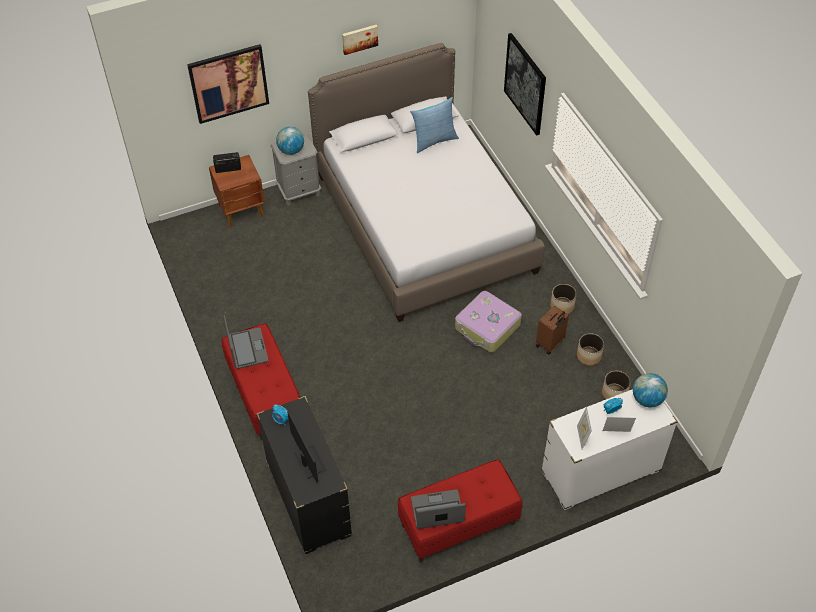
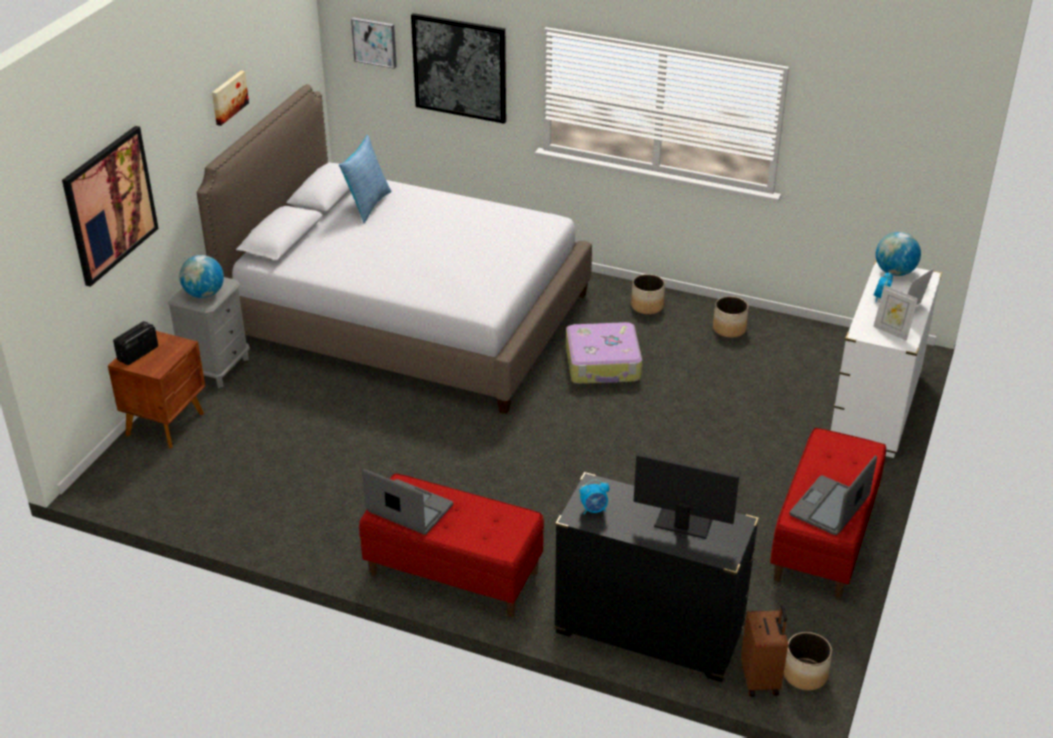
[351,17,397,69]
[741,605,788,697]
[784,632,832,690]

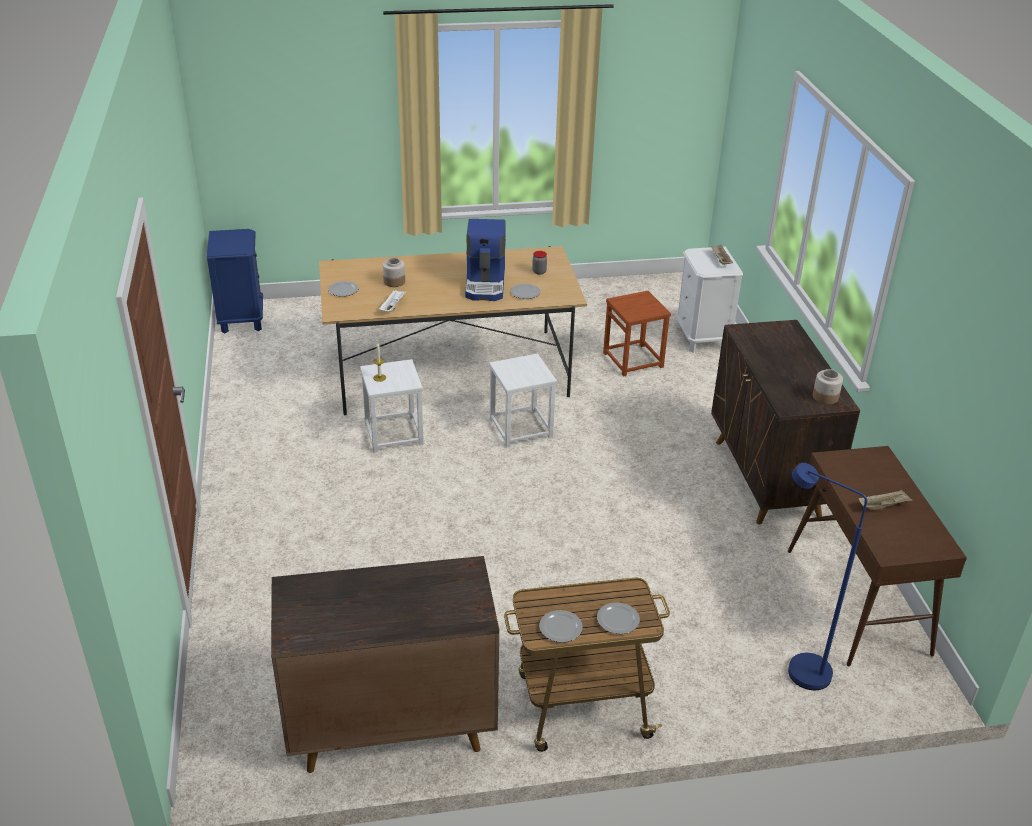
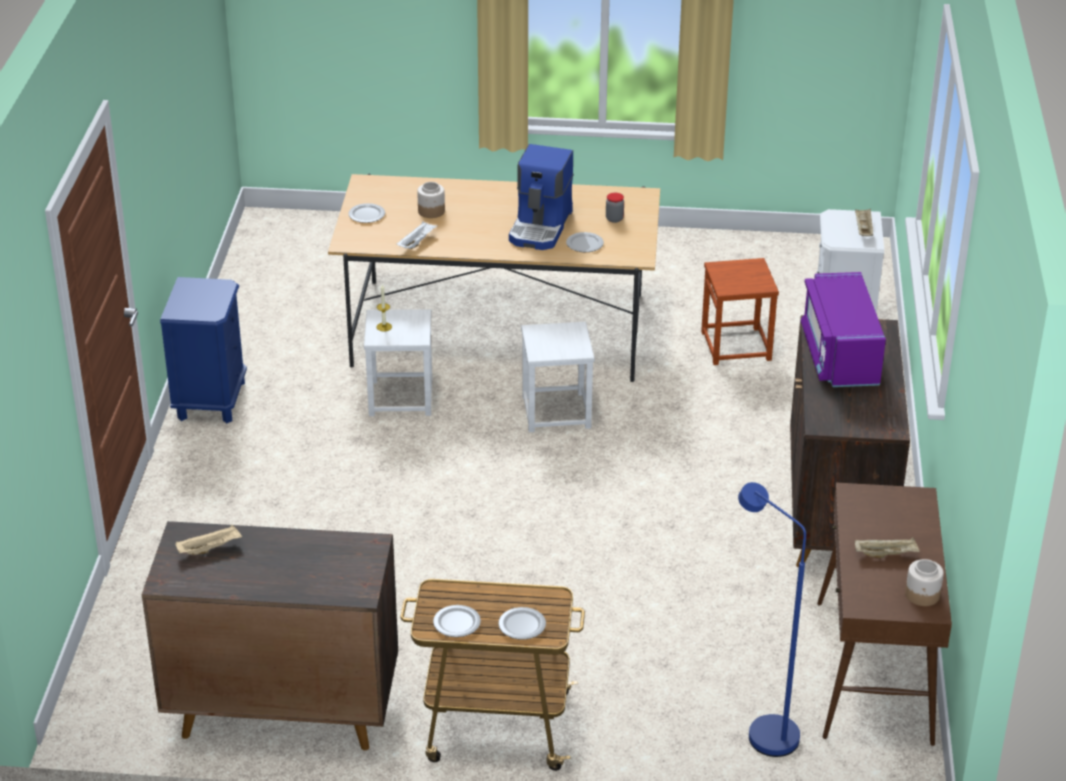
[160,277,247,424]
[176,525,242,555]
[801,272,886,387]
[905,559,944,606]

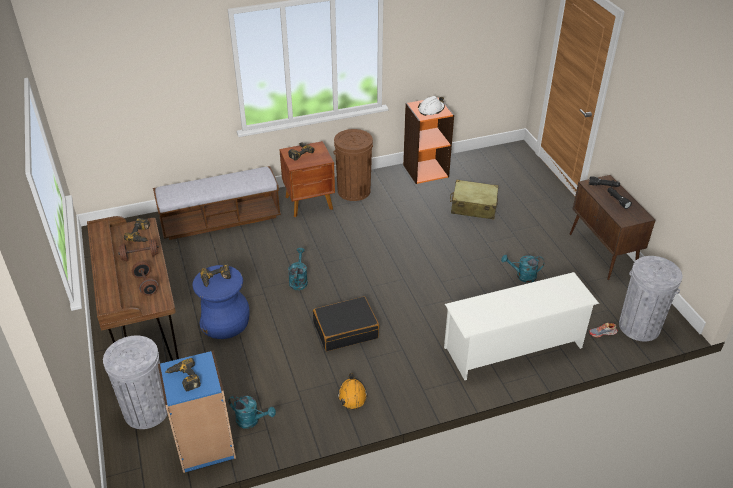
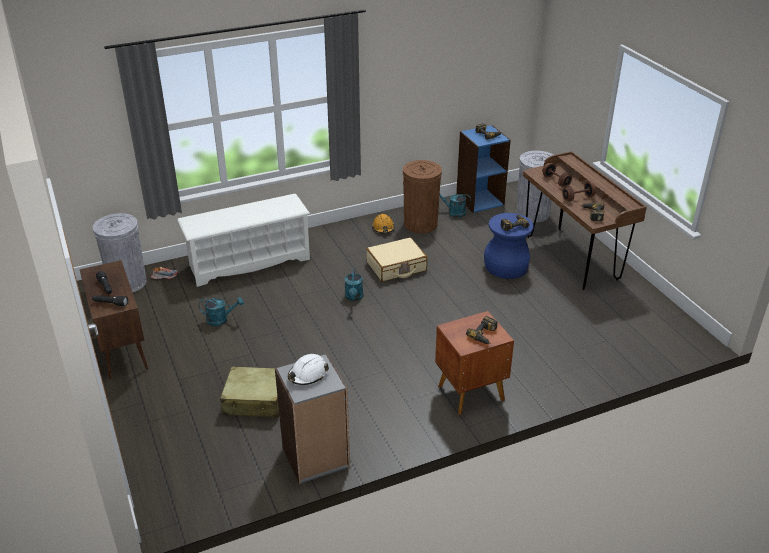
[275,354,350,484]
[345,268,363,301]
[366,237,427,281]
[403,160,442,233]
[153,166,281,240] (first image)

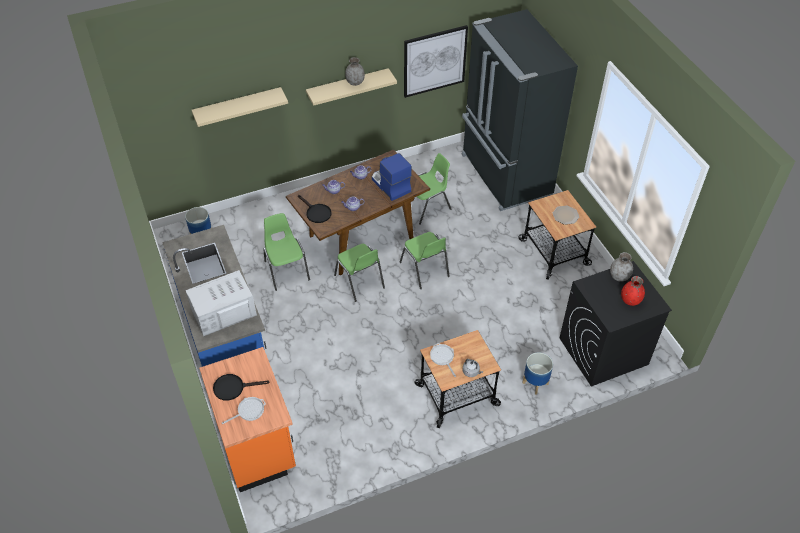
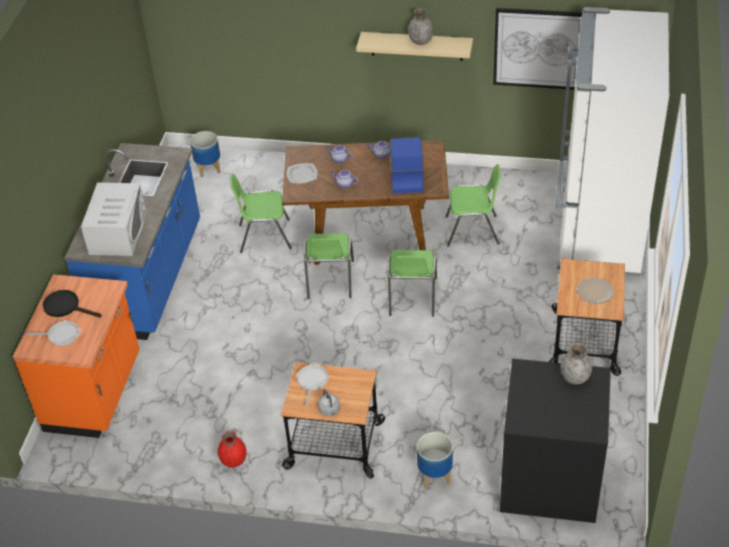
[81,182,147,256]
[218,431,247,467]
[231,173,292,253]
[287,163,318,184]
[556,7,669,276]
[192,87,288,127] (first image)

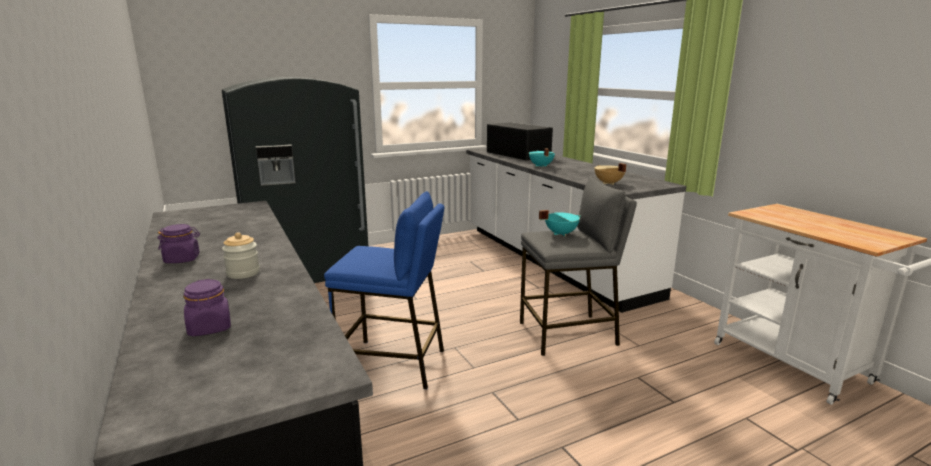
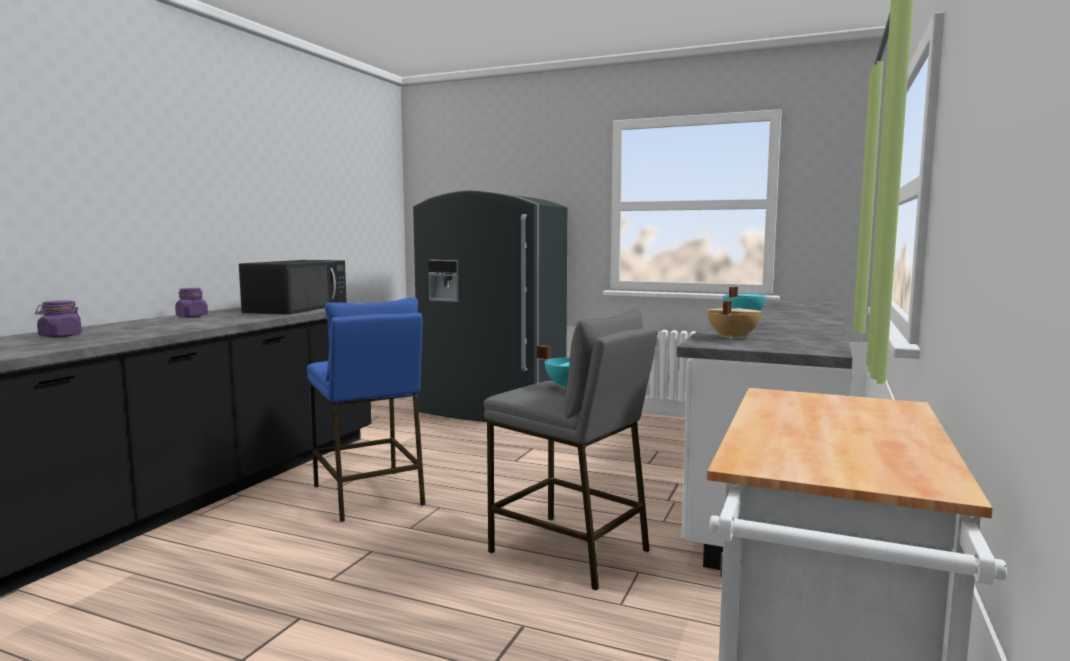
[239,260,347,314]
[222,232,260,279] (first image)

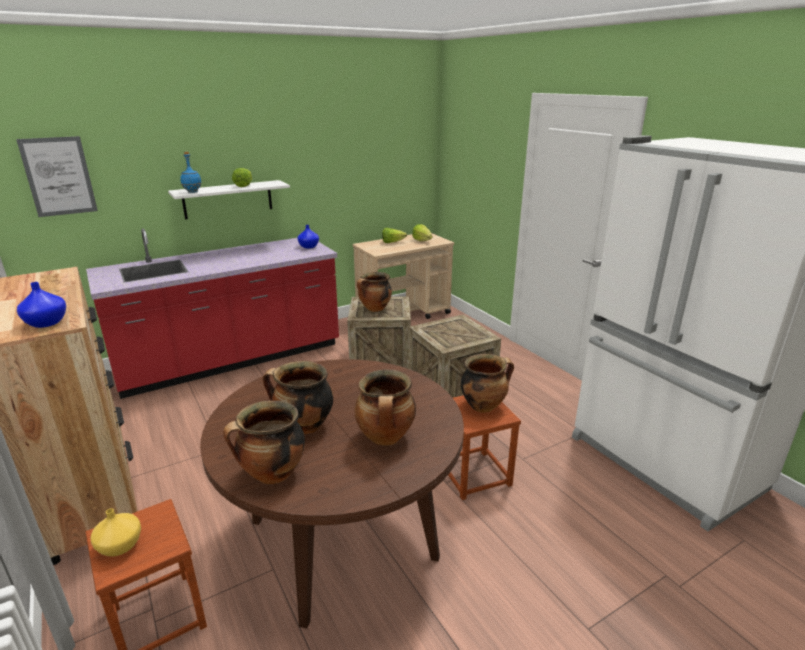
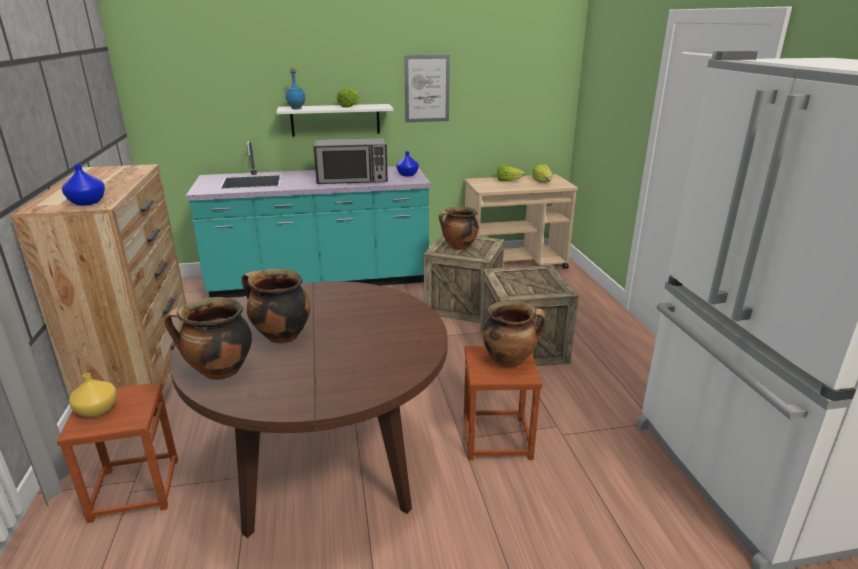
[186,141,431,298]
[313,138,388,184]
[404,55,450,122]
[355,369,416,446] (first image)

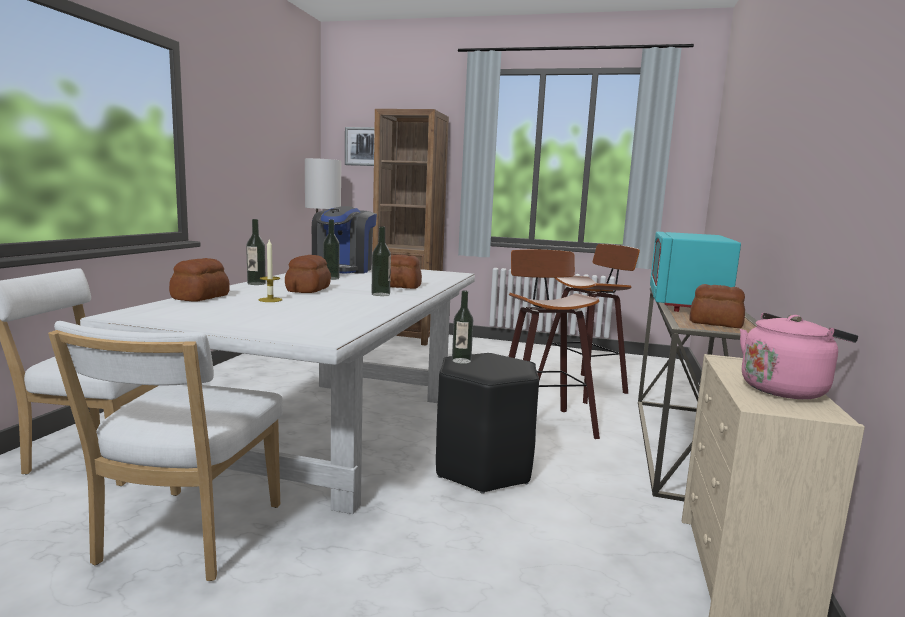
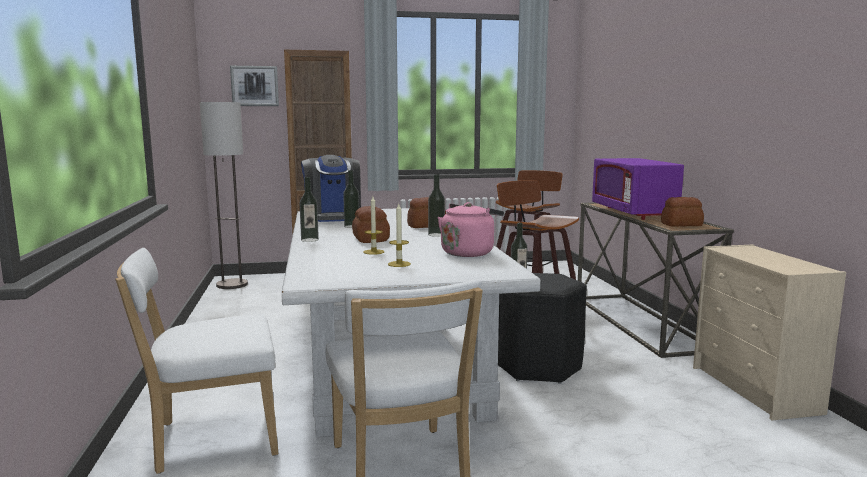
[388,204,411,267]
[438,202,504,257]
[592,158,684,220]
[169,258,230,301] (first image)

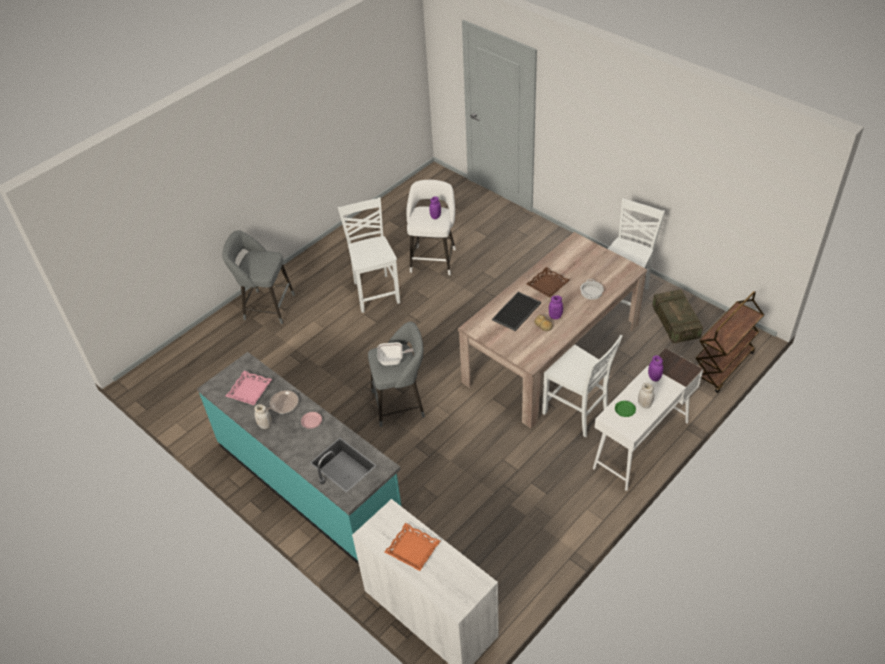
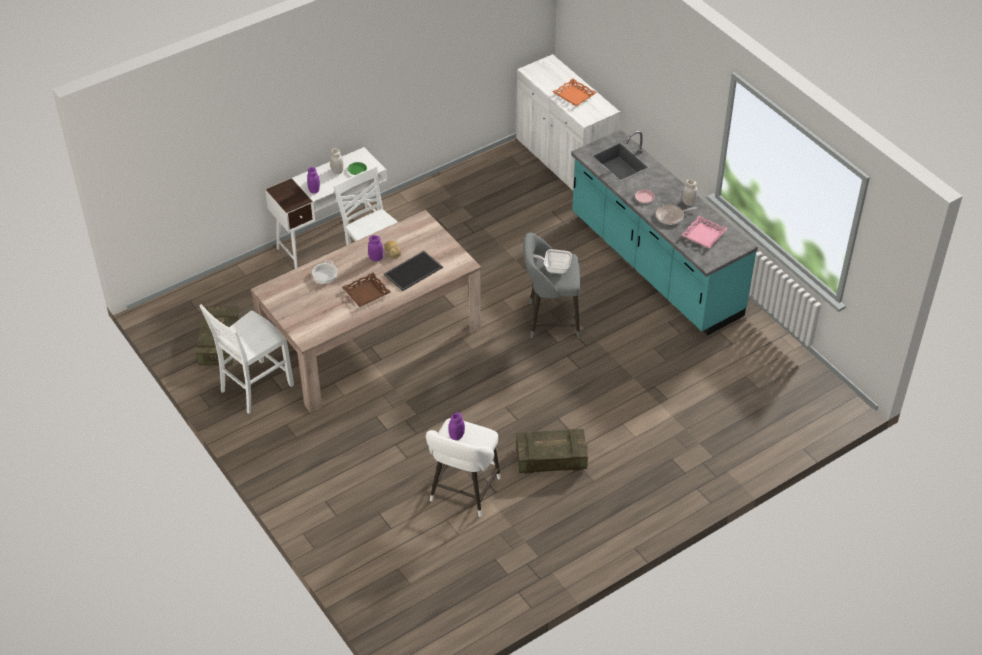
[516,429,588,474]
[222,230,295,324] (first image)
[696,291,764,393] (first image)

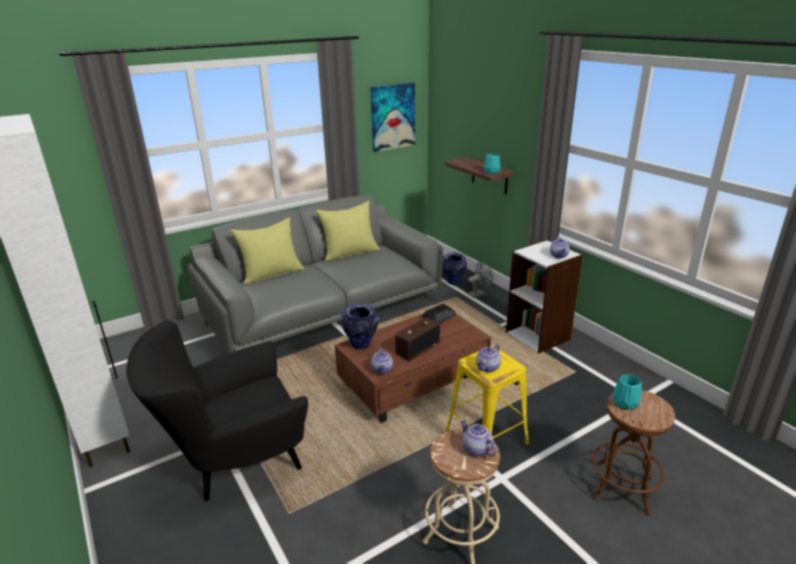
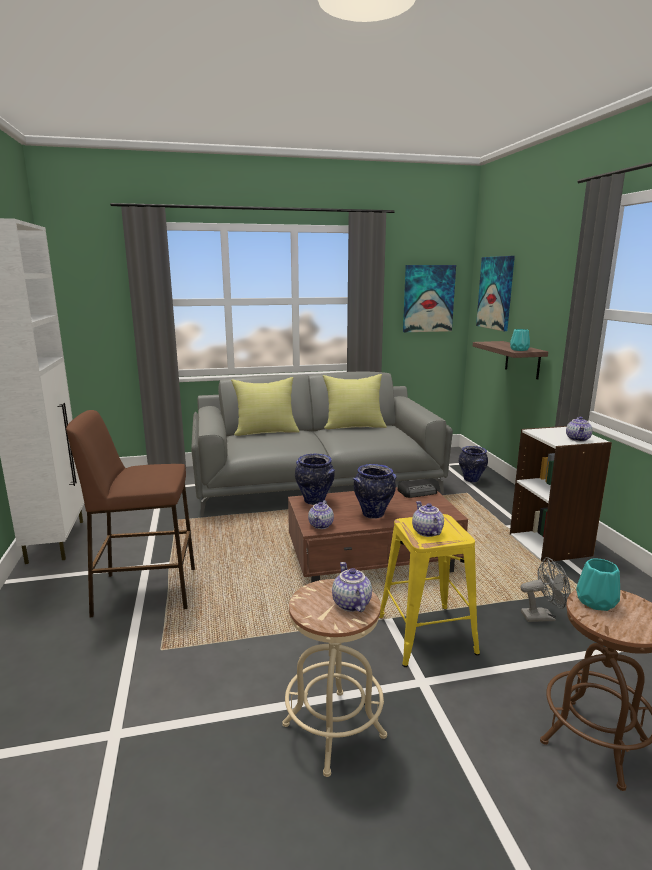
[66,410,195,617]
[353,464,397,519]
[412,501,444,537]
[476,256,515,331]
[520,557,571,622]

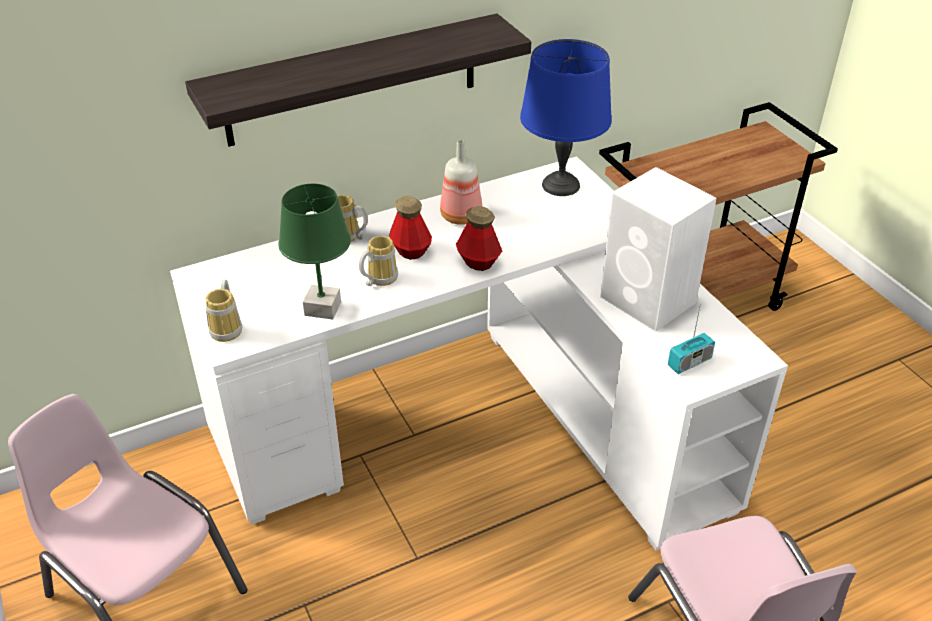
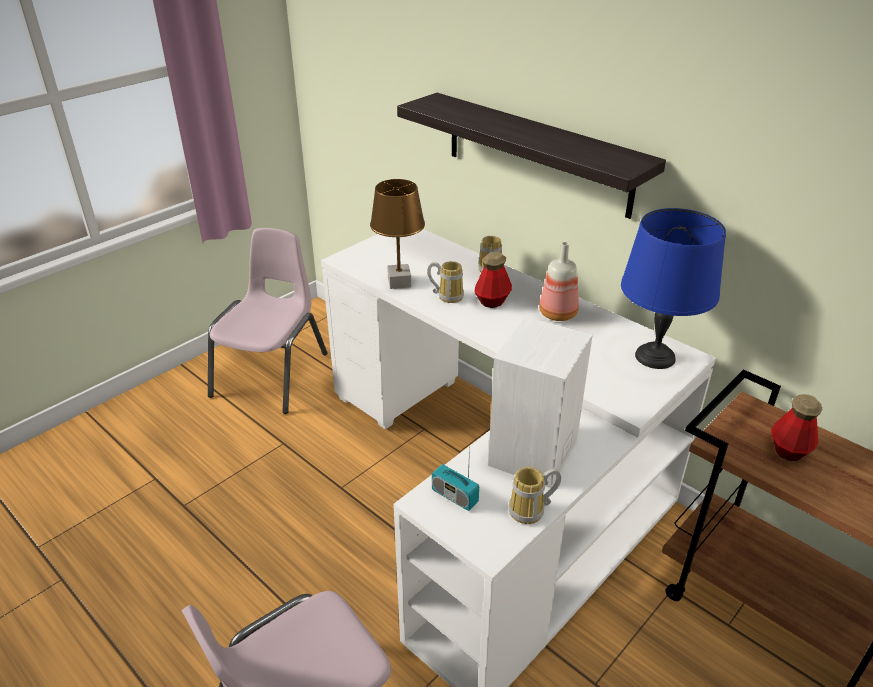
[370,179,425,289]
[508,467,561,524]
[771,394,823,461]

